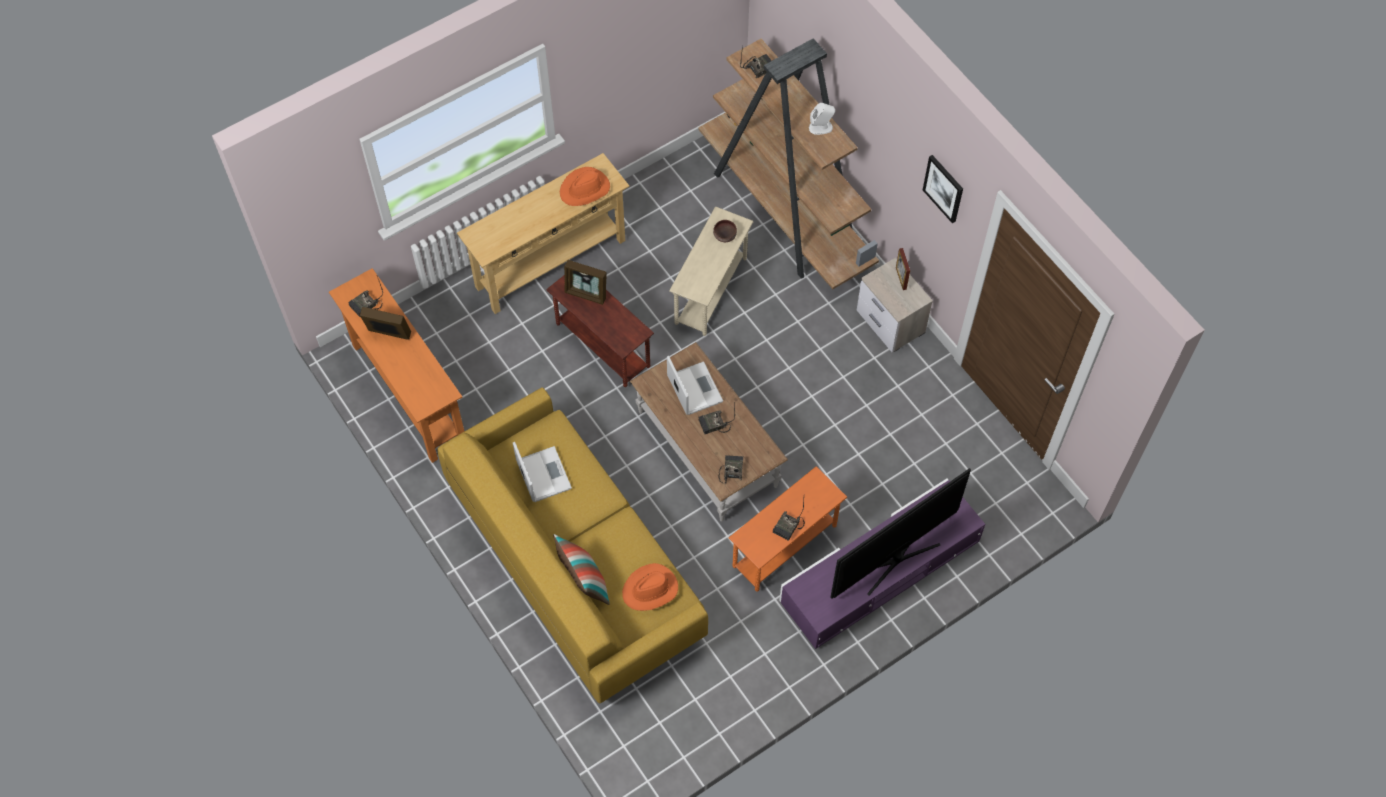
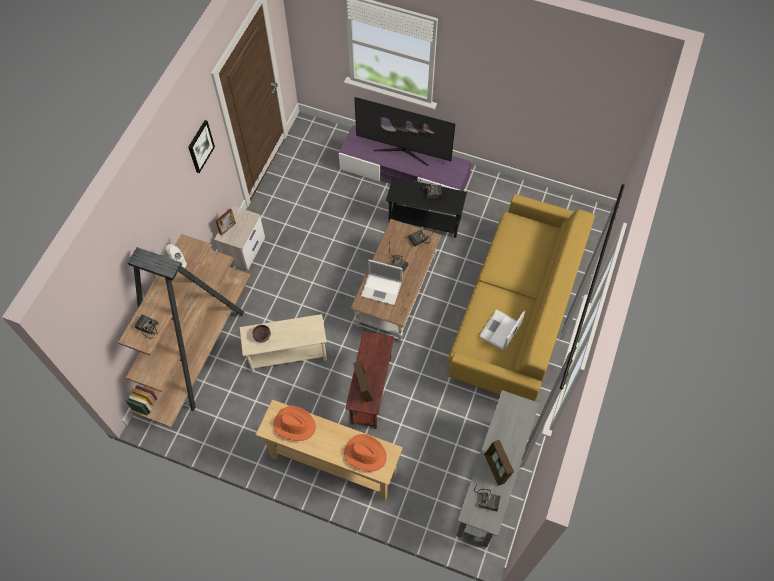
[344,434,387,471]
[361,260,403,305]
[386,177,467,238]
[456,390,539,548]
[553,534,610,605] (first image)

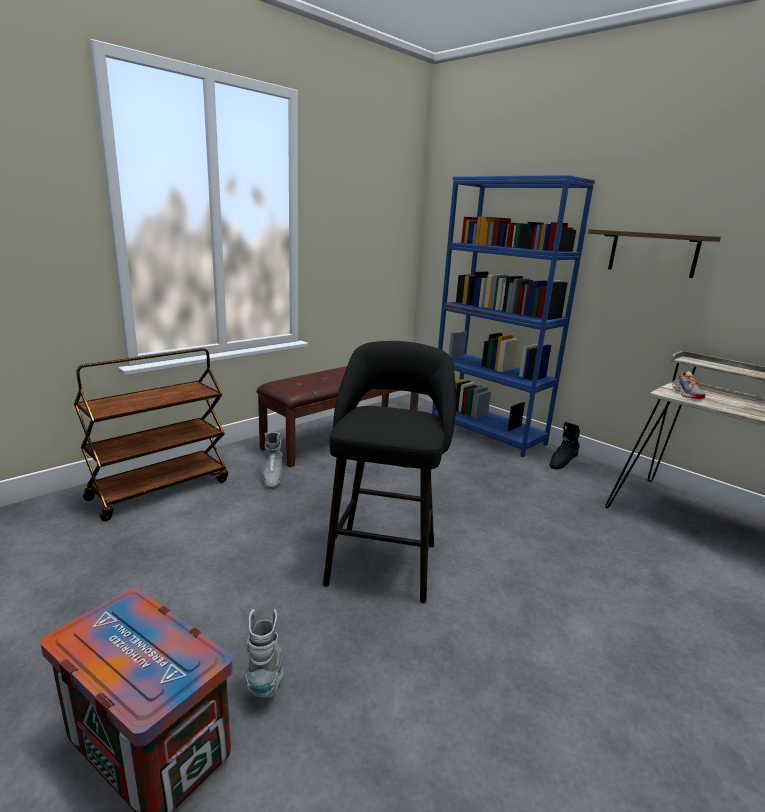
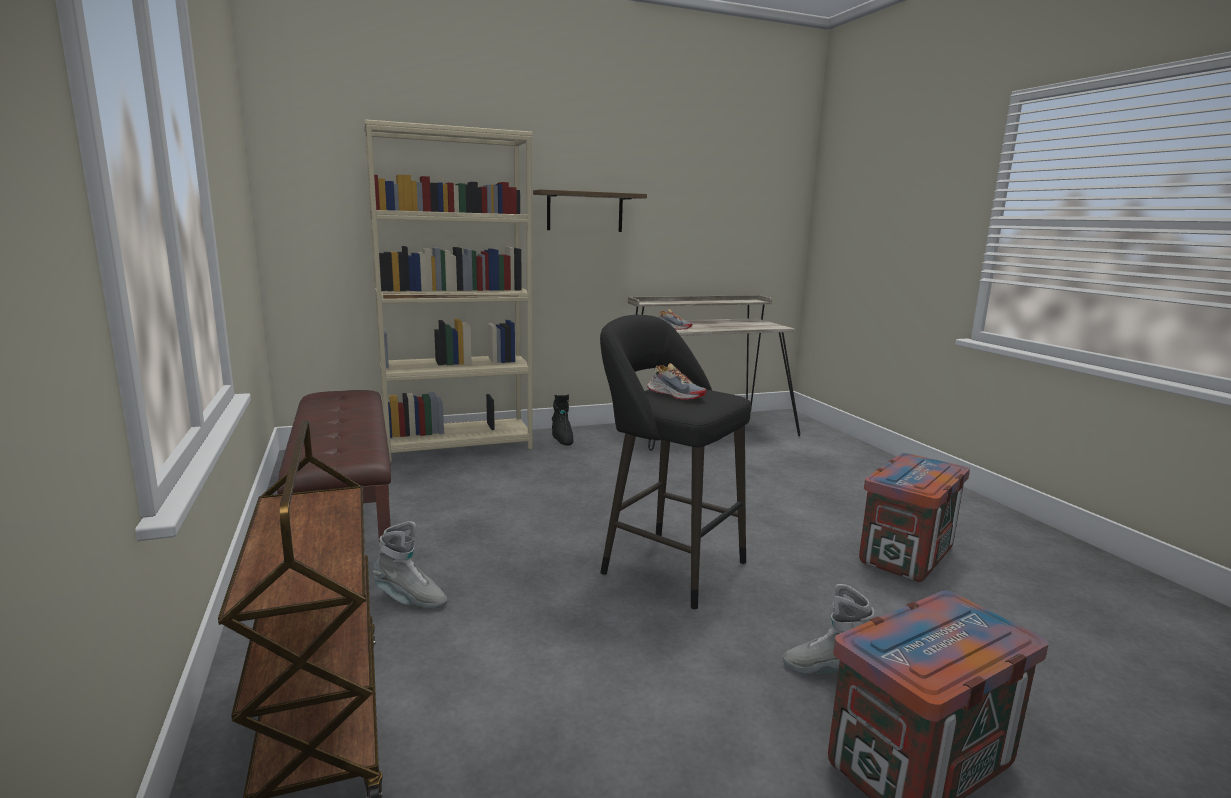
[364,119,533,462]
[647,363,707,400]
[859,453,970,582]

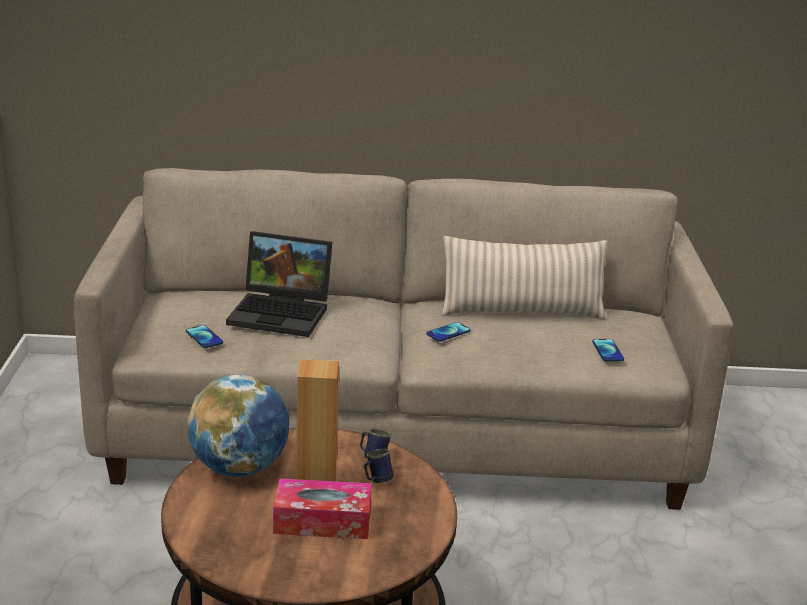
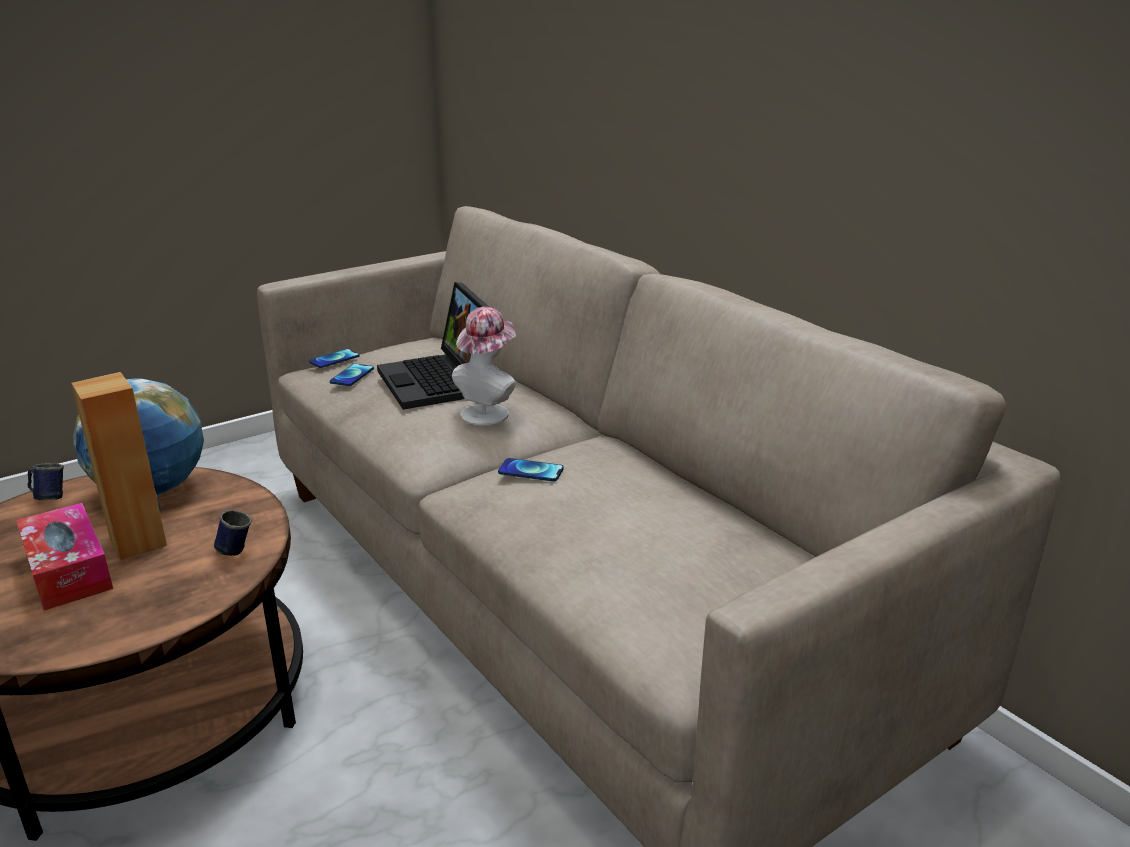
[28,463,64,500]
[309,349,360,368]
[452,307,516,425]
[441,236,608,319] (first image)

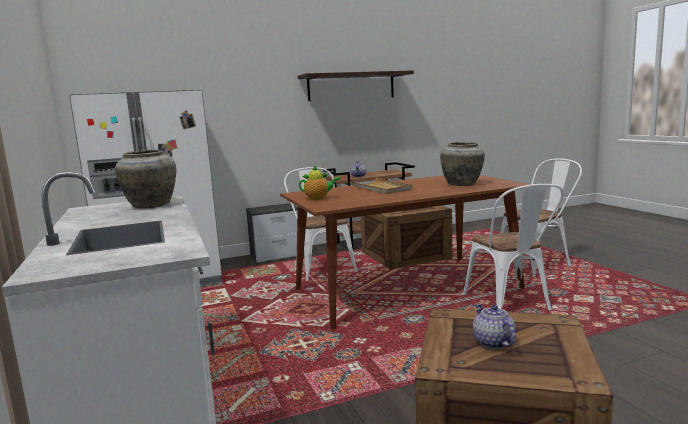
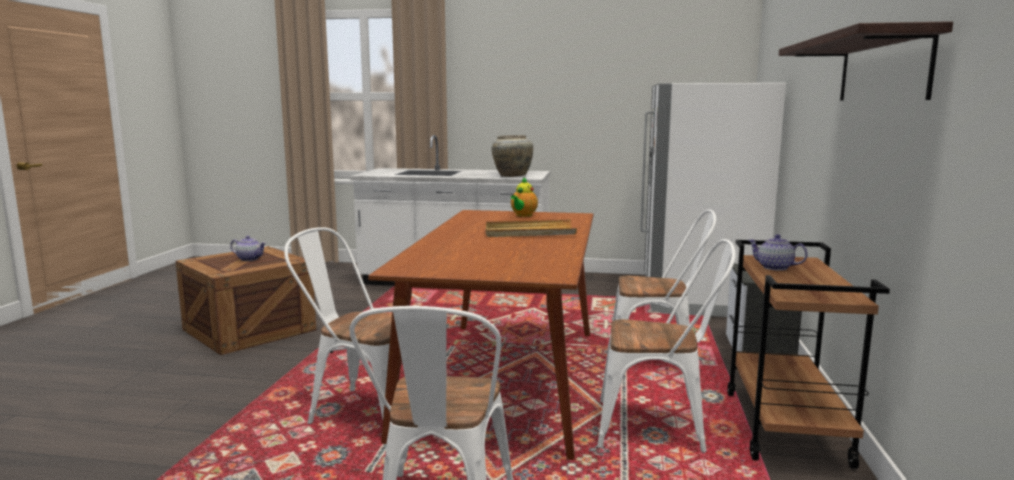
[597,239,736,452]
[440,142,485,186] (first image)

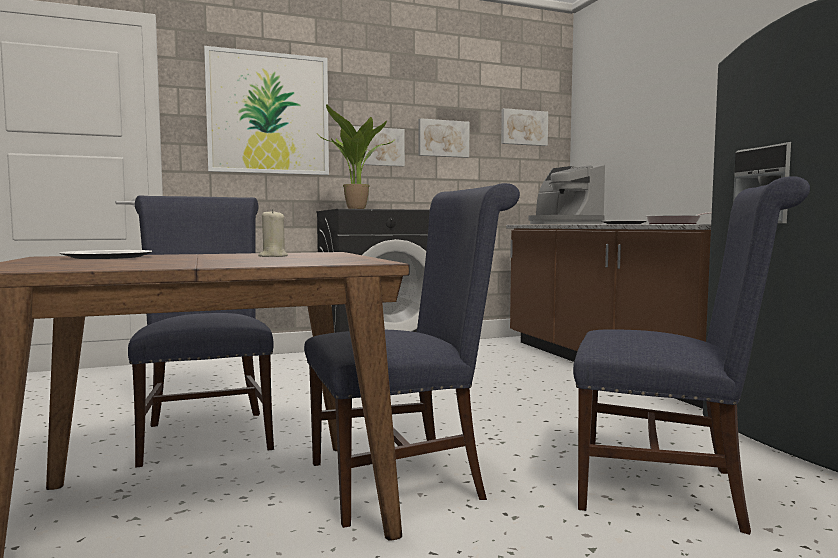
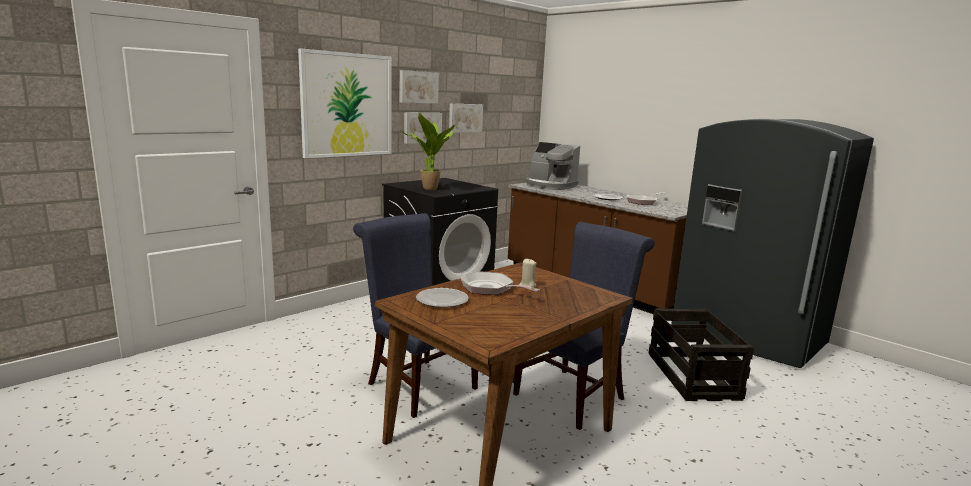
[400,70,439,103]
[460,271,540,295]
[648,308,754,401]

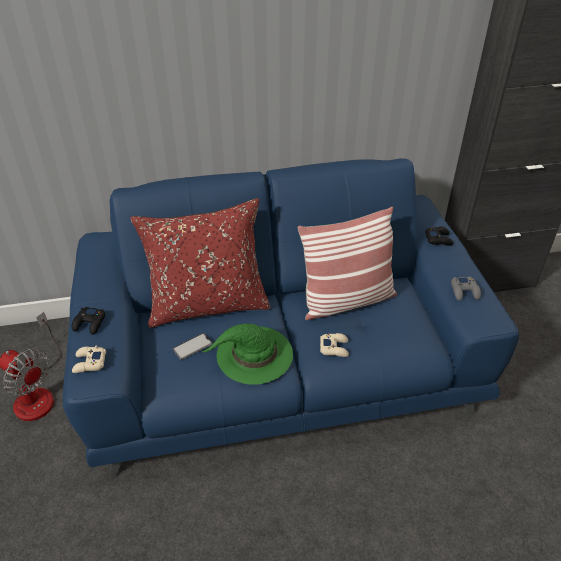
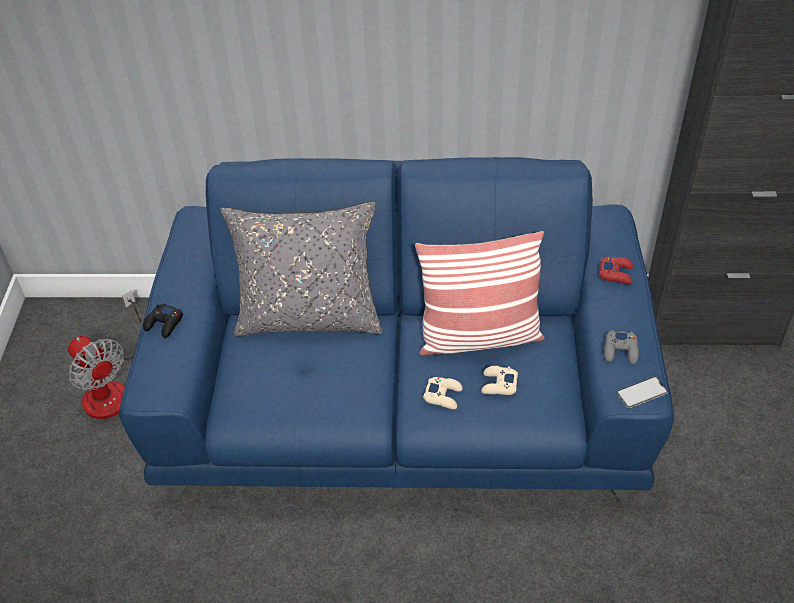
[221,201,382,336]
[481,366,518,395]
[599,257,634,284]
[617,376,668,408]
[202,323,293,385] (first image)

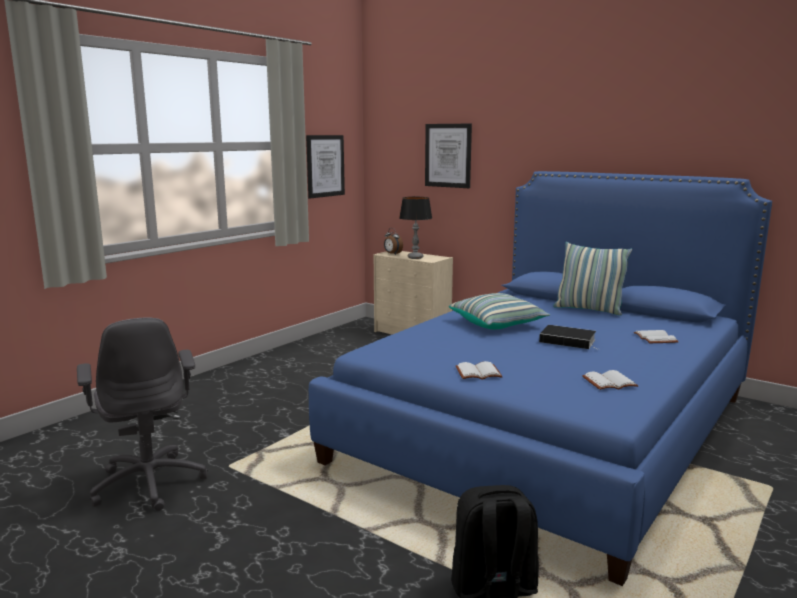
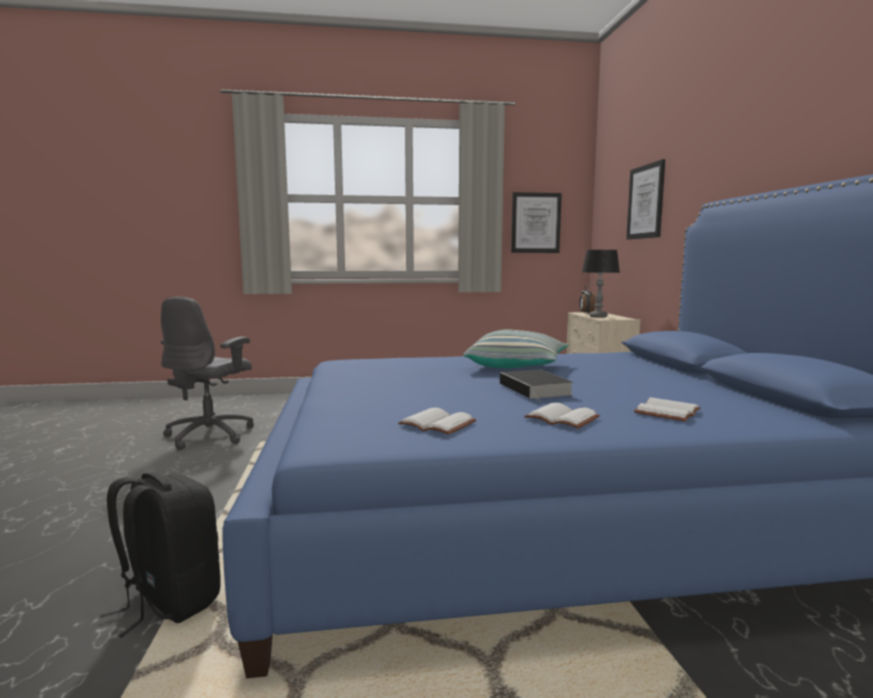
[524,403,600,429]
[553,242,632,315] (first image)

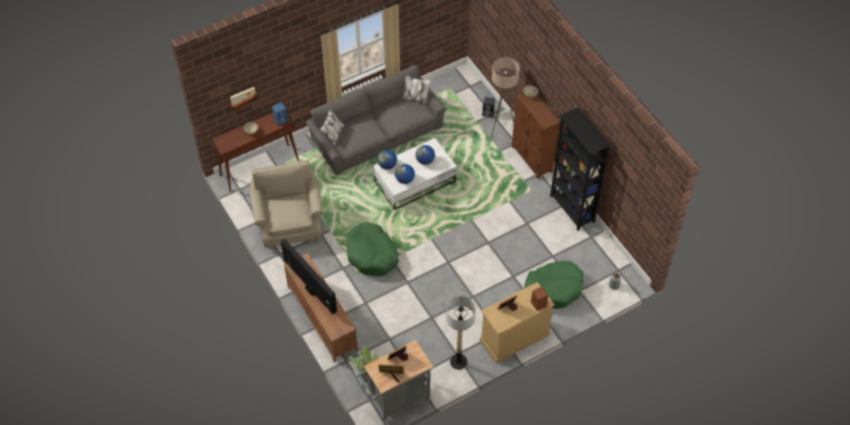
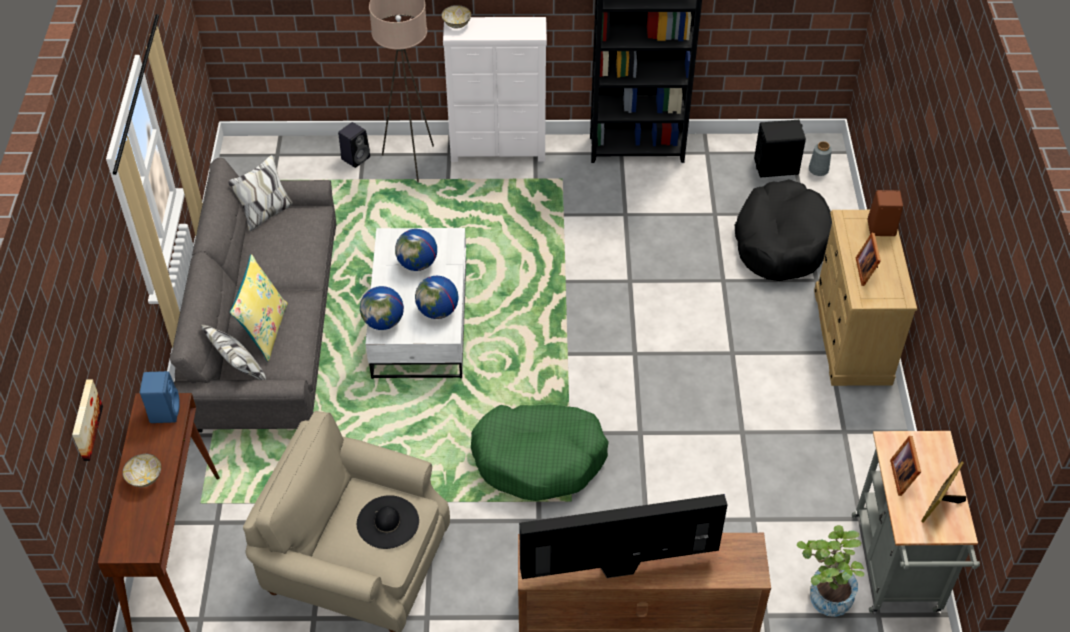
[230,254,288,361]
[357,495,419,549]
[443,17,547,162]
[735,179,832,281]
[754,120,806,178]
[446,296,476,370] (first image)

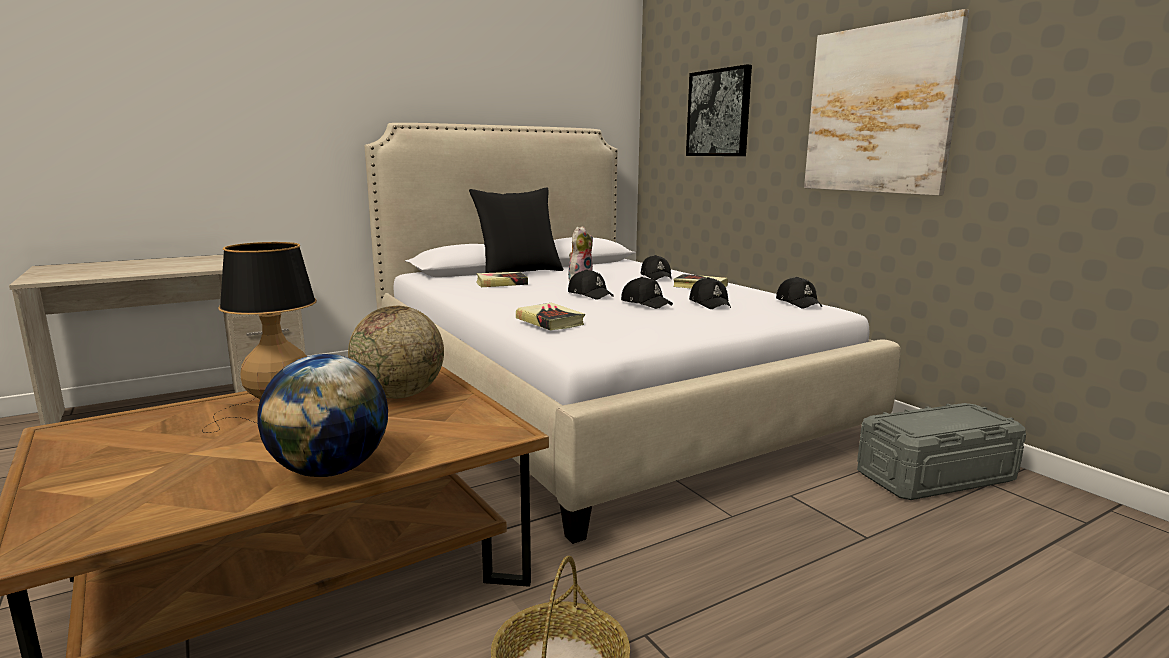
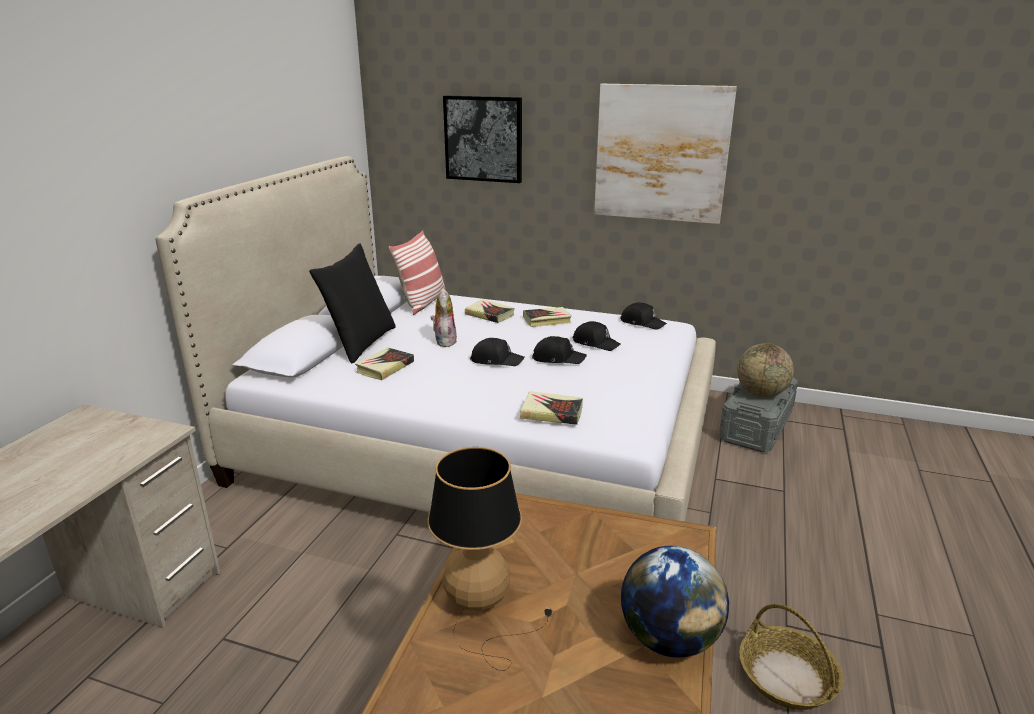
[389,230,446,315]
[465,299,515,323]
[737,343,794,397]

